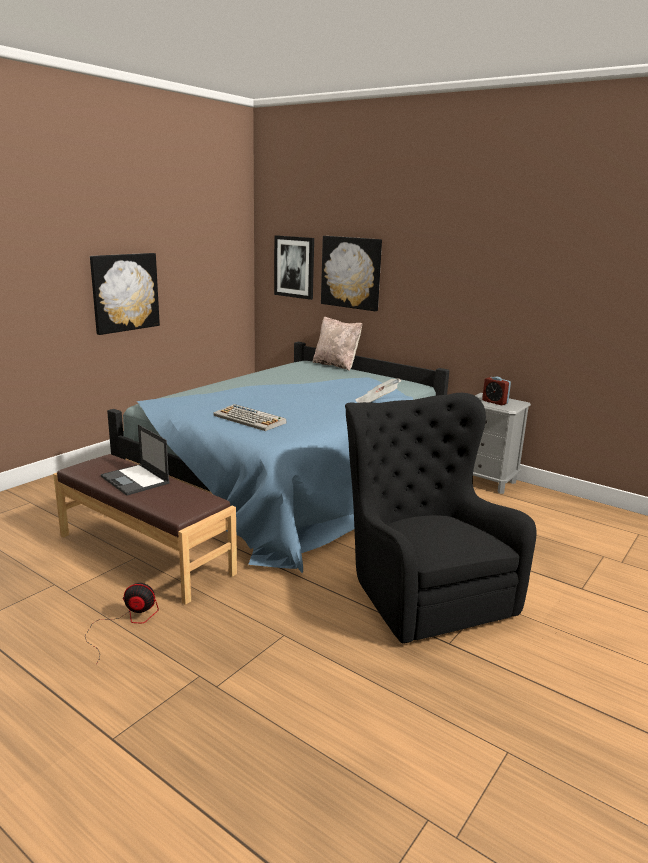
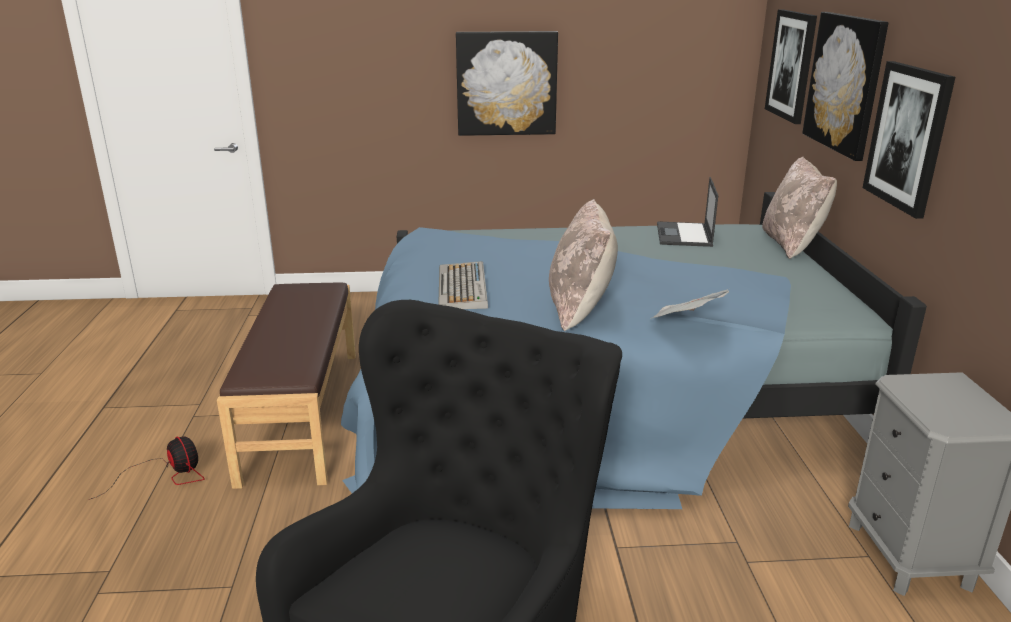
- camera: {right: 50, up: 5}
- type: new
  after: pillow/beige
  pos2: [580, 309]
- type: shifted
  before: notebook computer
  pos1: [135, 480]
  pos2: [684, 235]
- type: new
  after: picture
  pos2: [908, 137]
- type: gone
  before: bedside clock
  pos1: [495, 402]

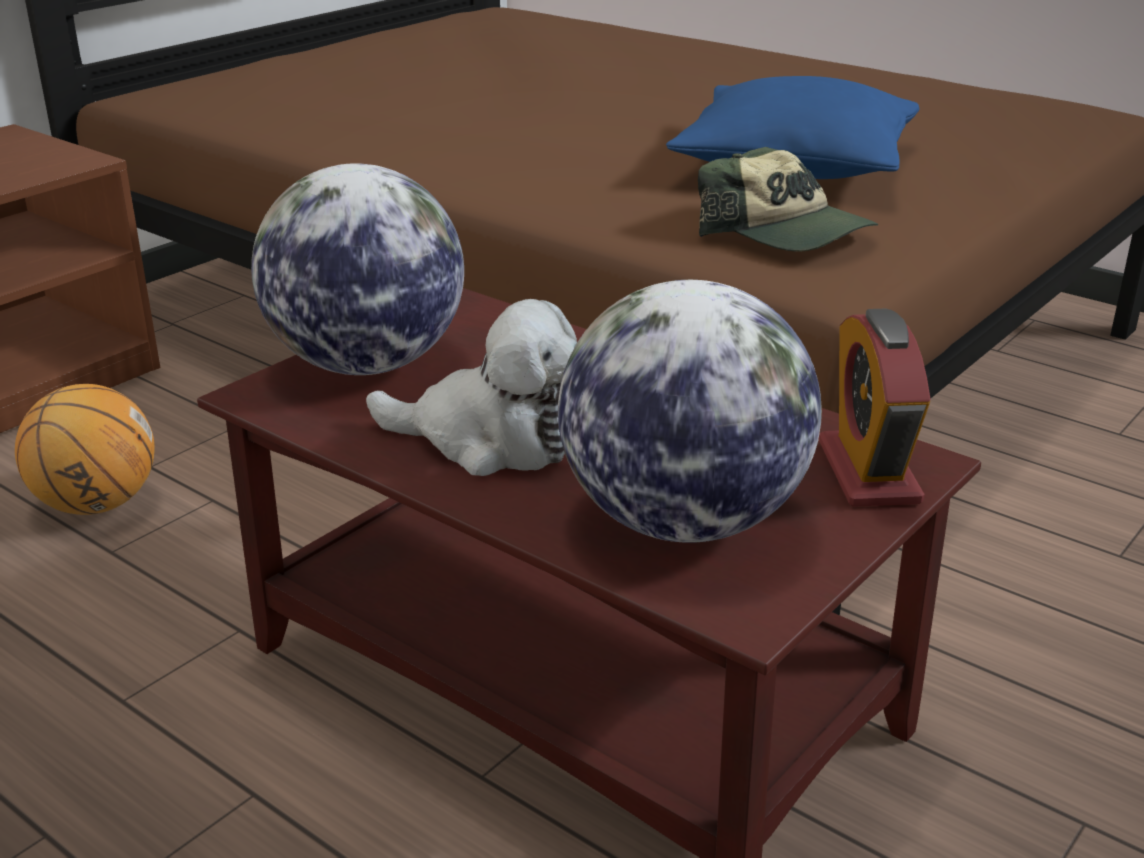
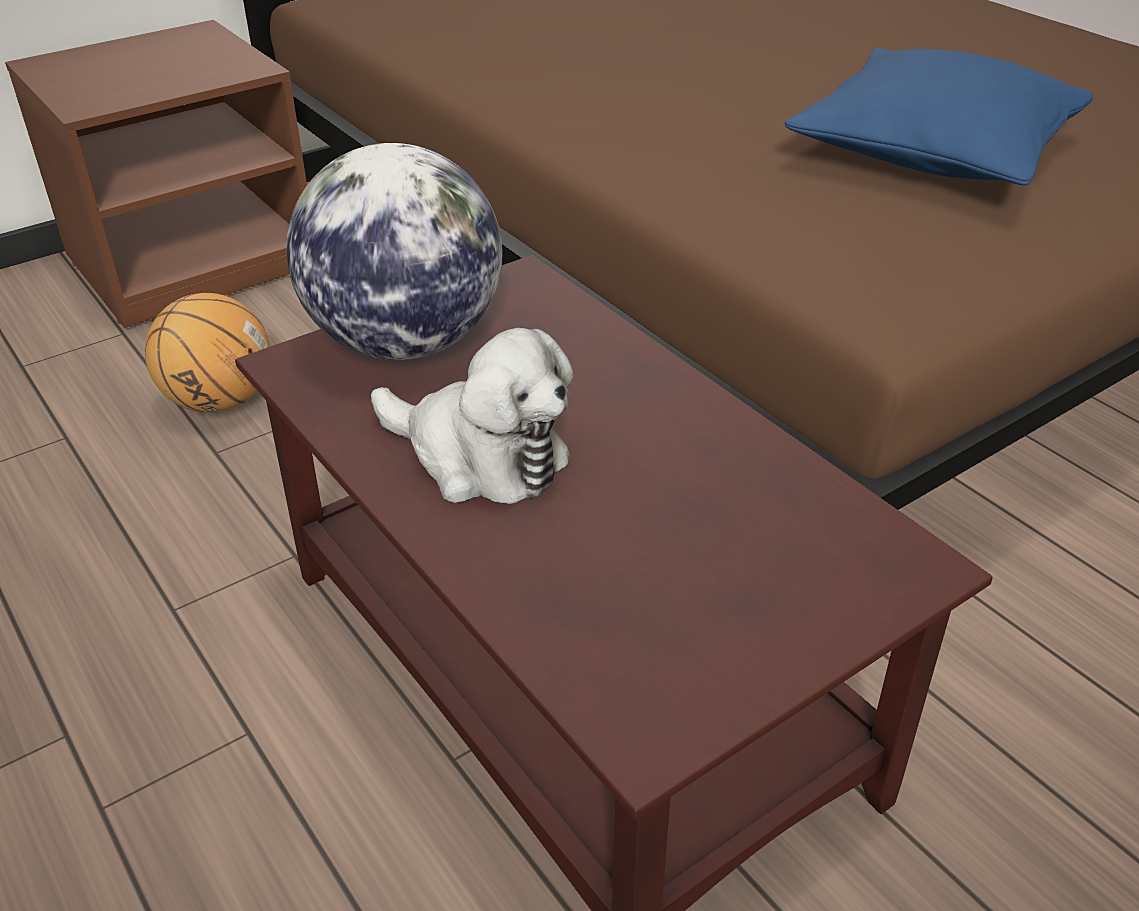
- camera: {right: 15, up: 10}
- type: gone
  before: globe
  pos1: [682, 521]
- type: gone
  before: peaked cap
  pos1: [786, 233]
- type: gone
  before: bedside clock
  pos1: [868, 472]

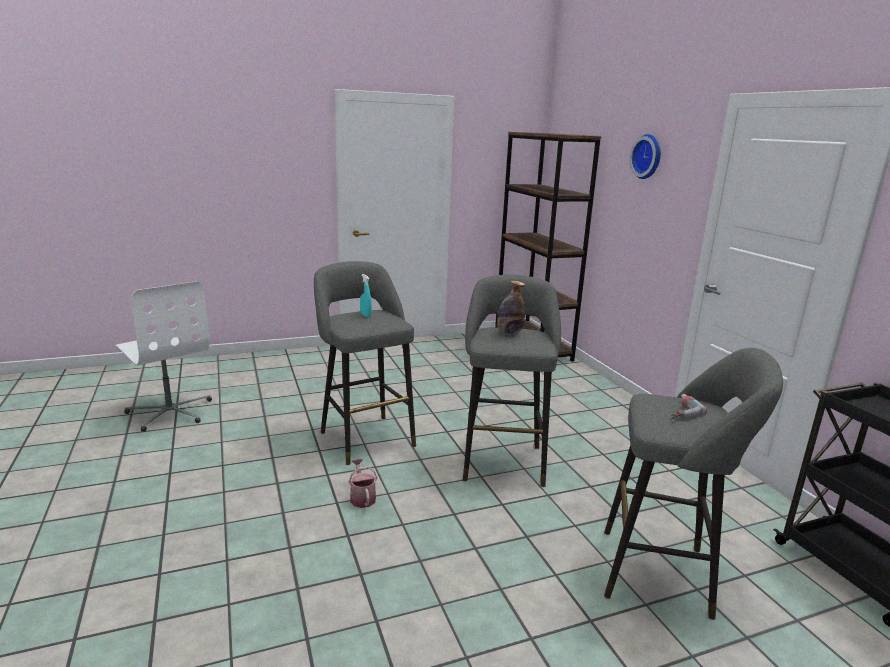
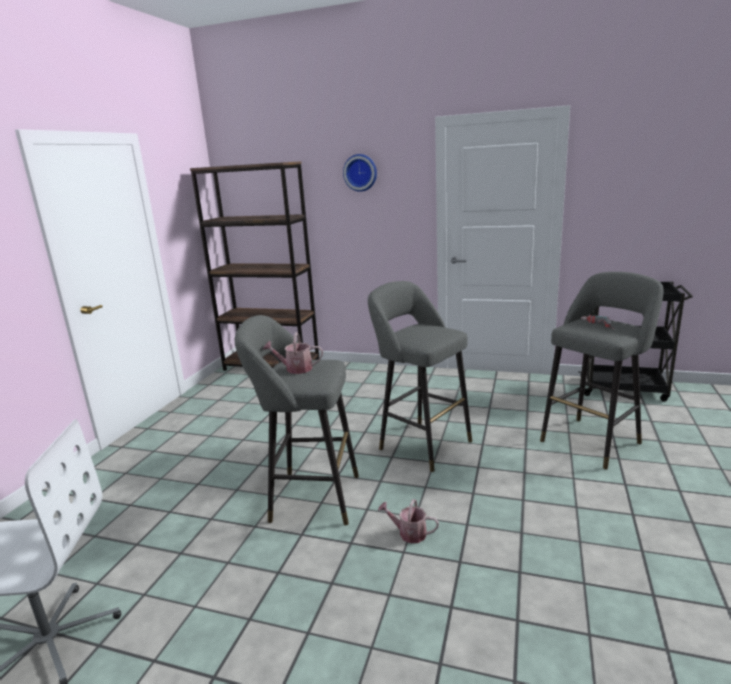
- camera: {right: -50, up: 0}
- type: swapped
  before: spray bottle/turquoise
  after: sprinkling can
  pos1: [365, 315]
  pos2: [295, 369]
- type: gone
  before: beverage bottle
  pos1: [509, 333]

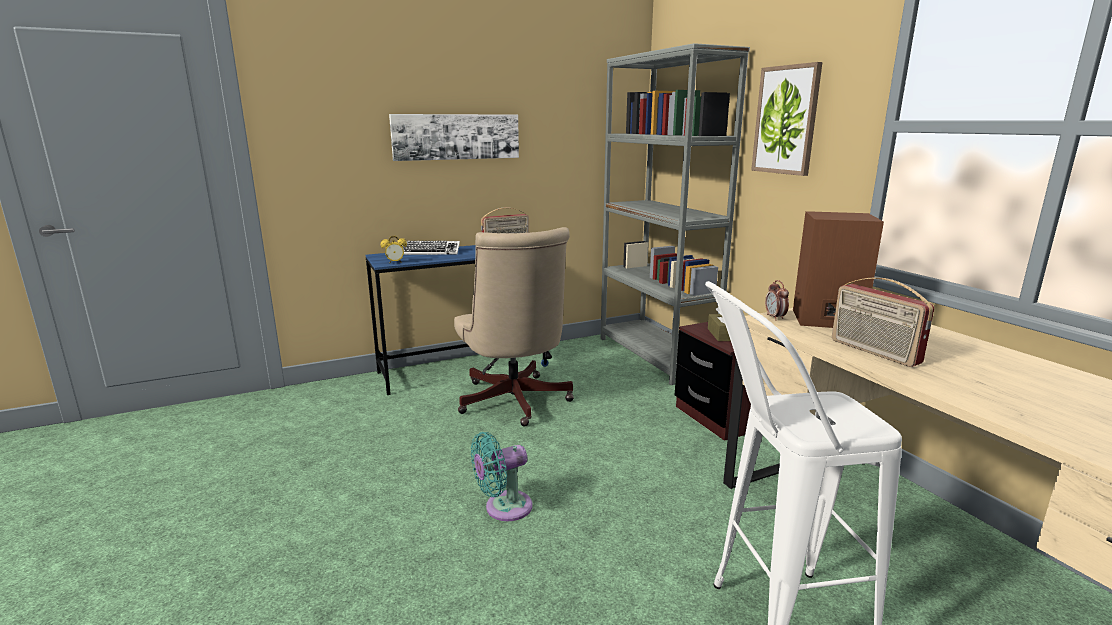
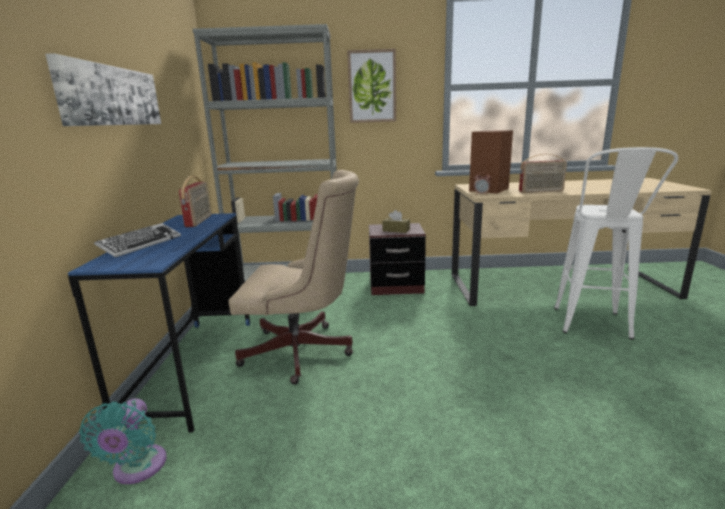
- camera: {right: -65, up: 0}
- type: shifted
  before: cooling fan/turquoise
  pos1: [503, 508]
  pos2: [137, 469]
- type: gone
  before: bedside clock
  pos1: [395, 262]

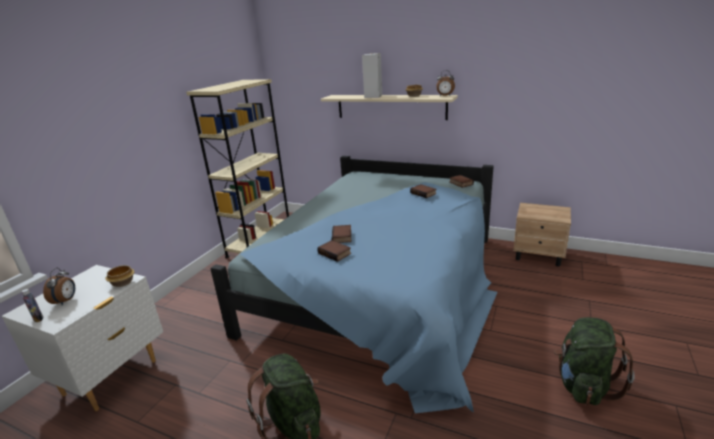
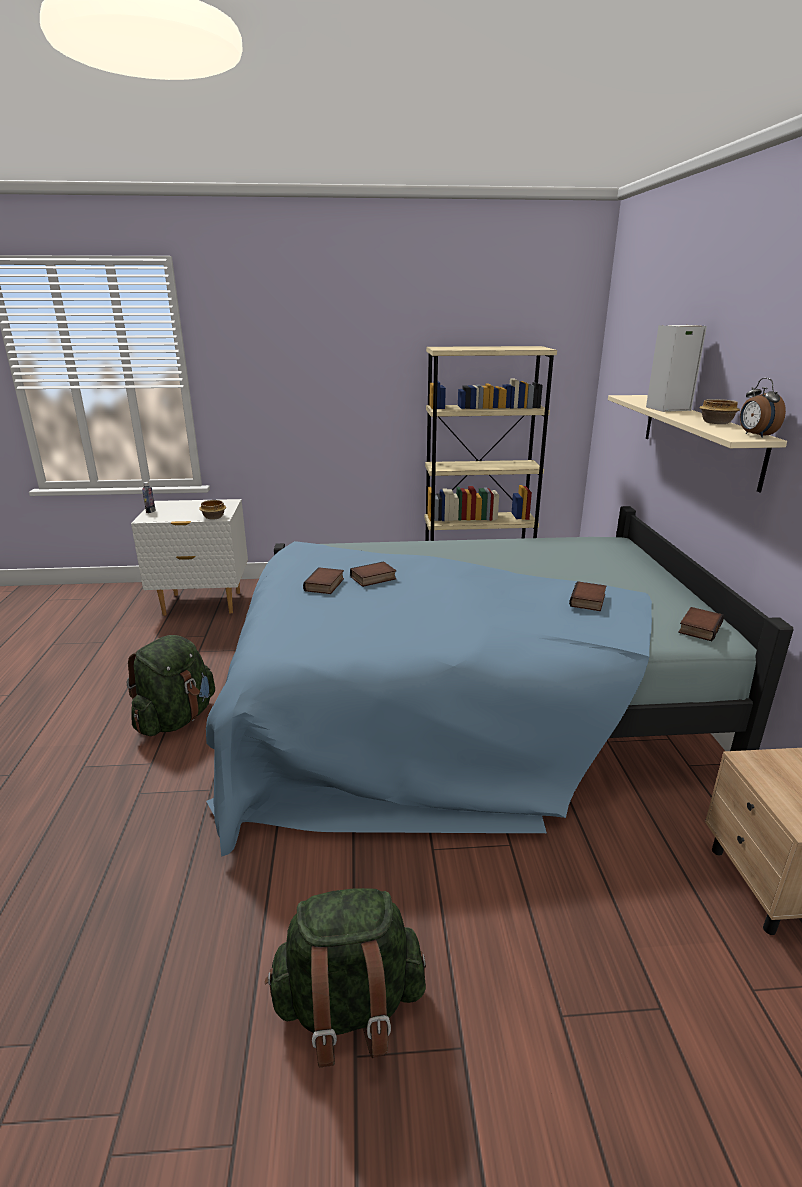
- camera: {right: 60, up: 0}
- type: gone
  before: bedside clock
  pos1: [66, 301]

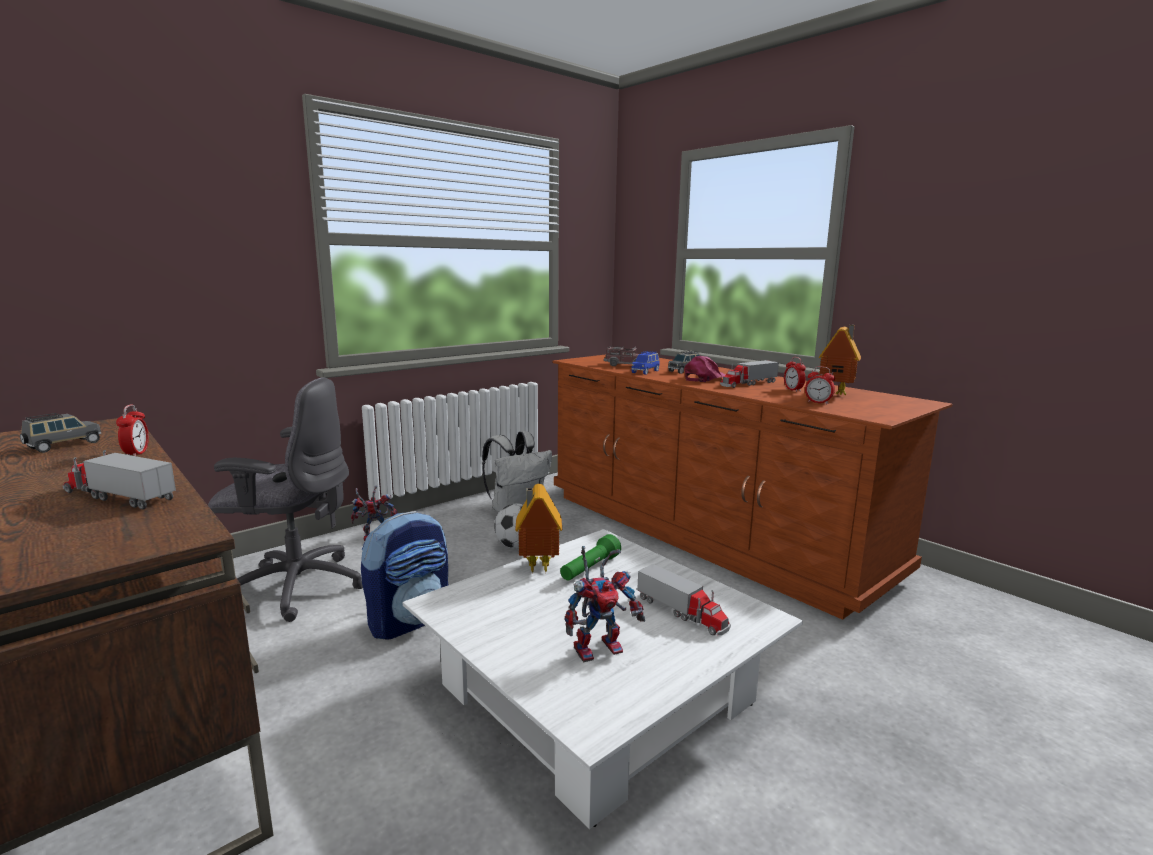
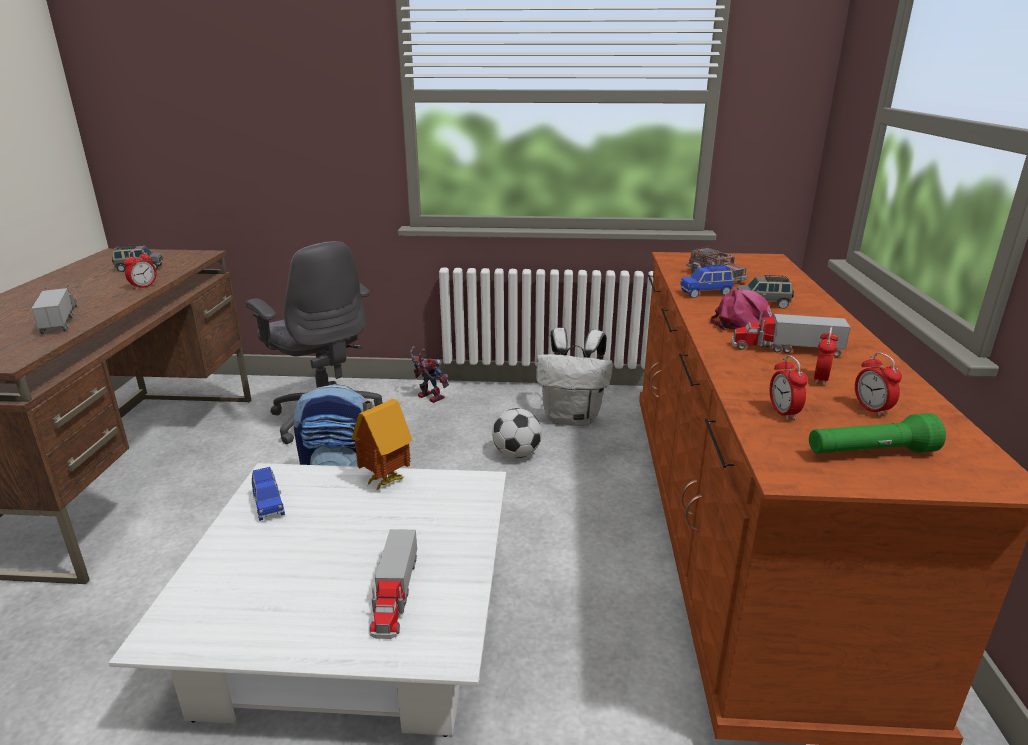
- camera: {right: 45, up: 10}
- type: new
  after: model car/bluish
  pos2: [268, 505]
- type: shifted
  before: torch/greenish
  pos1: [589, 569]
  pos2: [870, 453]
- type: swapped
  before: toy house
  after: bedside clock
  pos1: [837, 394]
  pos2: [871, 409]
- type: gone
  before: model robot
  pos1: [600, 646]

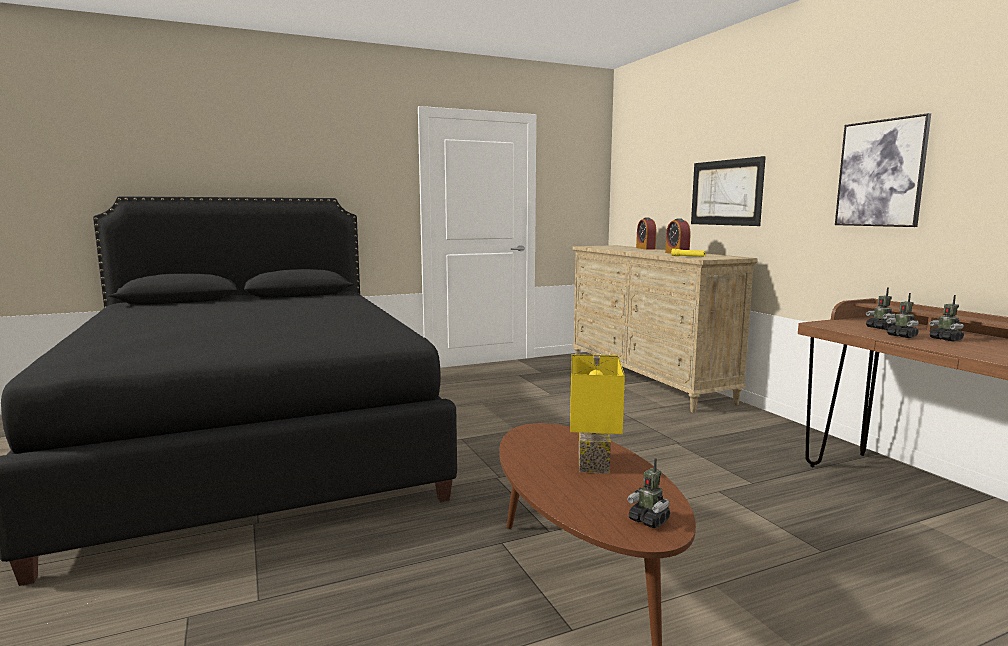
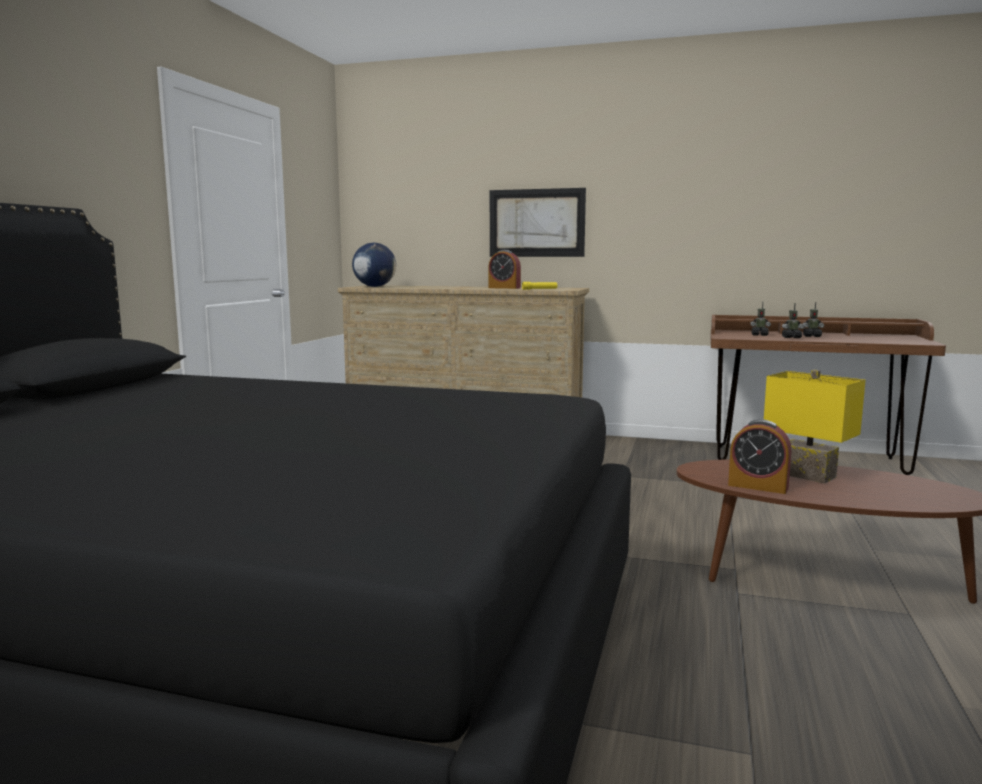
- camera: {right: -50, up: 0}
- type: new
  after: globe
  pos2: [374, 286]
- type: shifted
  before: bedside clock
  pos1: [645, 248]
  pos2: [758, 486]
- type: gone
  before: model robot
  pos1: [649, 520]
- type: gone
  before: picture
  pos1: [881, 173]

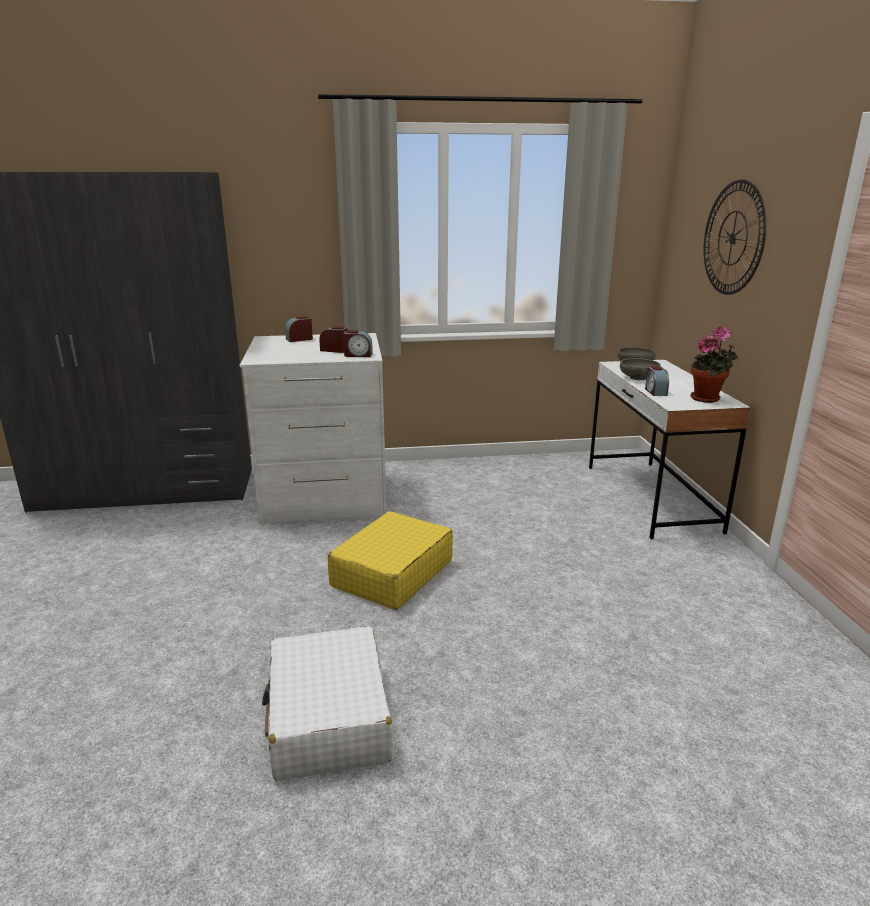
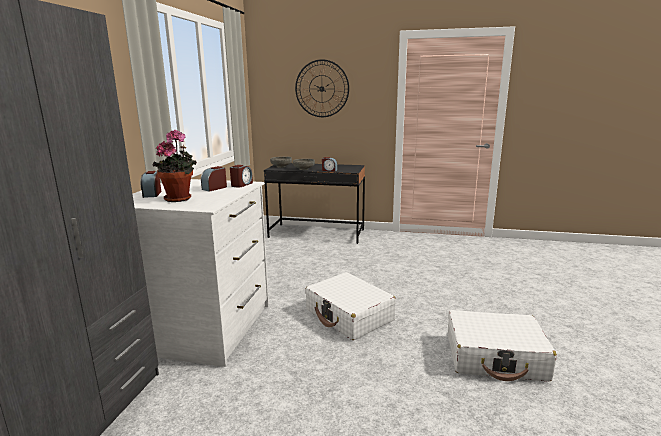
- camera: {right: -70, up: -5}
- type: shifted
  before: plant in a pot
  pos1: [708, 399]
  pos2: [180, 198]
- type: repainted
  before: desk table/whitish
  after: desk table/black
  pos1: [650, 498]
  pos2: [317, 234]
- type: repainted
  before: suitcase/yellow
  after: suitcase/whitish
  pos1: [392, 573]
  pos2: [349, 315]

